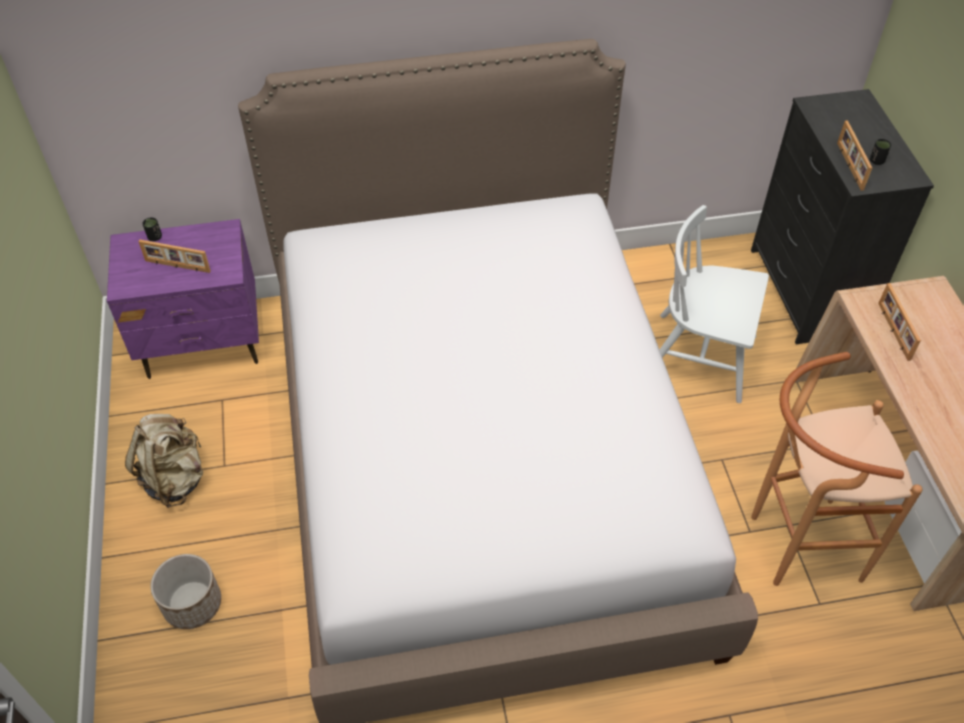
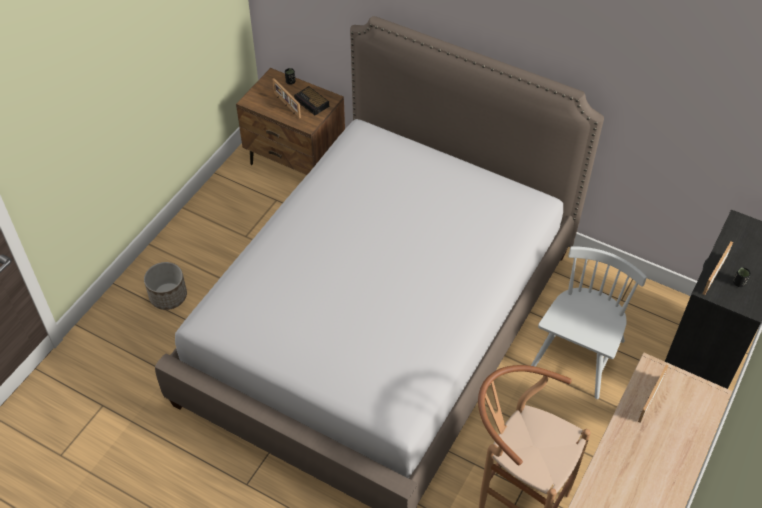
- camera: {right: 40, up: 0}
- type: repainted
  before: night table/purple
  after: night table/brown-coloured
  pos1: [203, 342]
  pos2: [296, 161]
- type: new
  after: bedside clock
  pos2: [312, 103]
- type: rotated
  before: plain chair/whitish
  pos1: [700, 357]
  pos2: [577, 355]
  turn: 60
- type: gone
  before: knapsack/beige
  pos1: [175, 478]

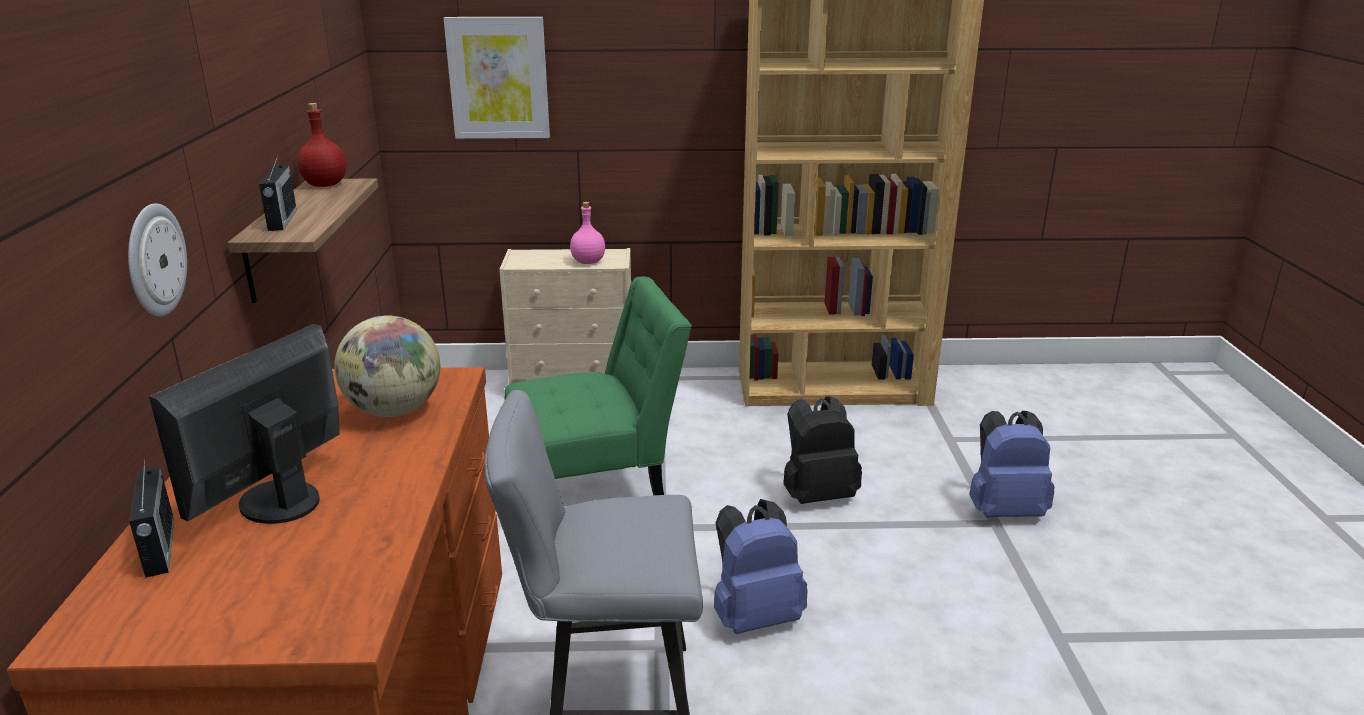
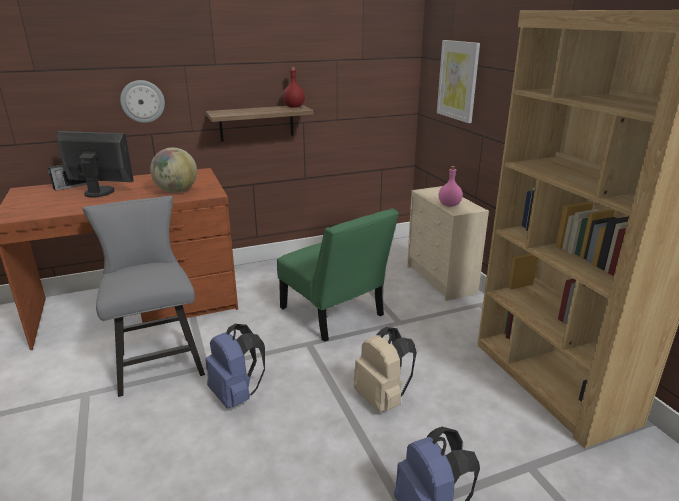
- camera: {right: 70, up: 0}
- type: repainted
  before: knapsack/black
  after: knapsack/beige
  pos1: [817, 494]
  pos2: [382, 399]
- type: gone
  before: radio receiver
  pos1: [282, 220]

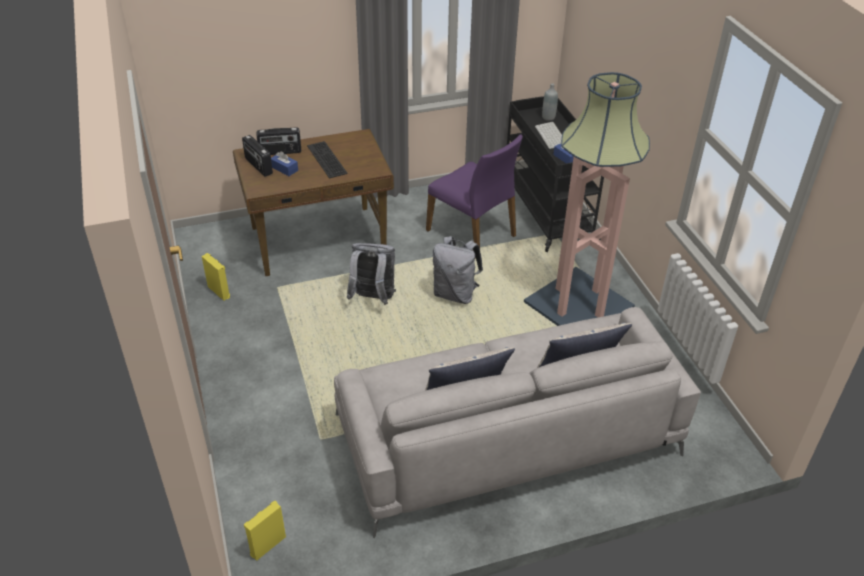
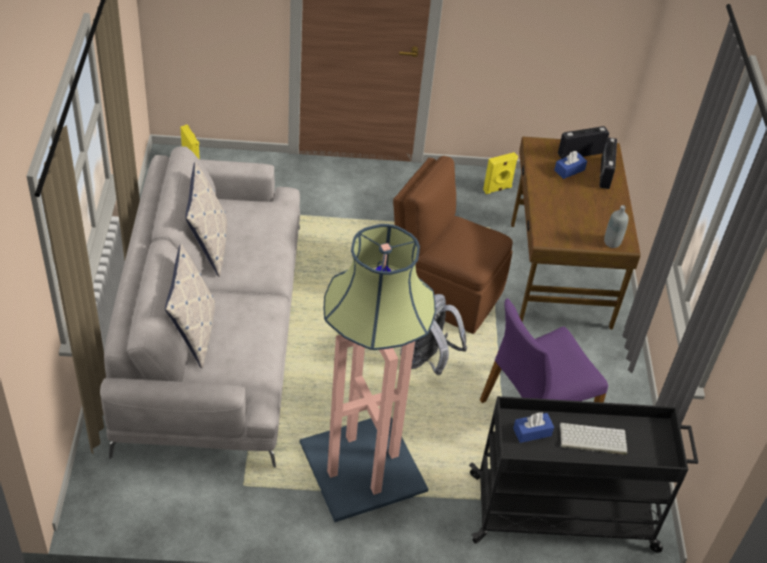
- camera: {right: 105, up: 5}
- type: swapped
  before: knapsack/grey
  after: plain chair/brown-coloured
  pos1: [372, 298]
  pos2: [445, 292]
- type: shifted
  before: beverage bottle/grey
  pos1: [548, 117]
  pos2: [612, 242]
- type: gone
  before: PC keyboard
  pos1: [325, 159]

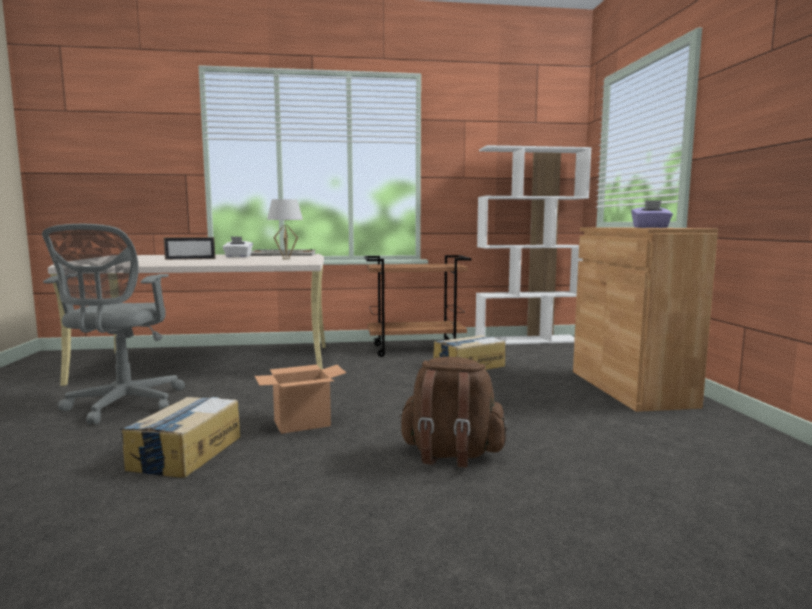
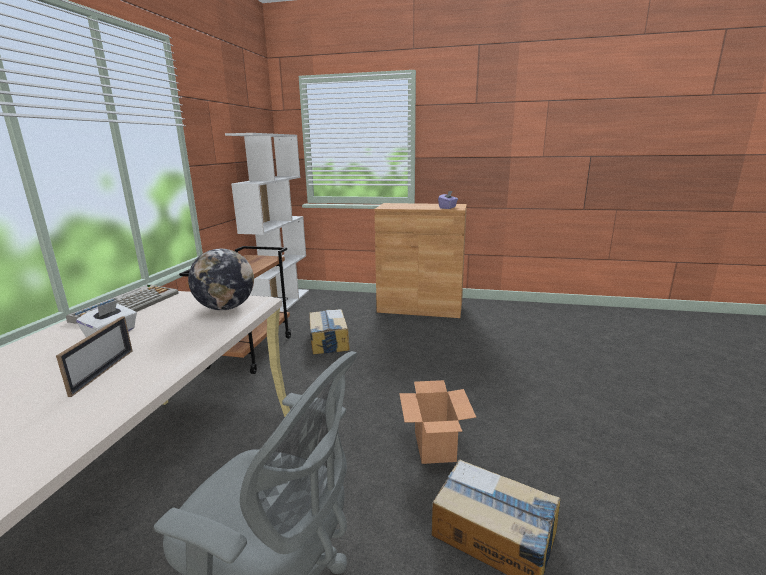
- camera: {right: -70, up: 10}
- type: swapped
  before: lamp for a table/whitish
  after: globe
  pos1: [286, 259]
  pos2: [226, 308]
- type: gone
  before: knapsack/brown-coloured
  pos1: [451, 455]

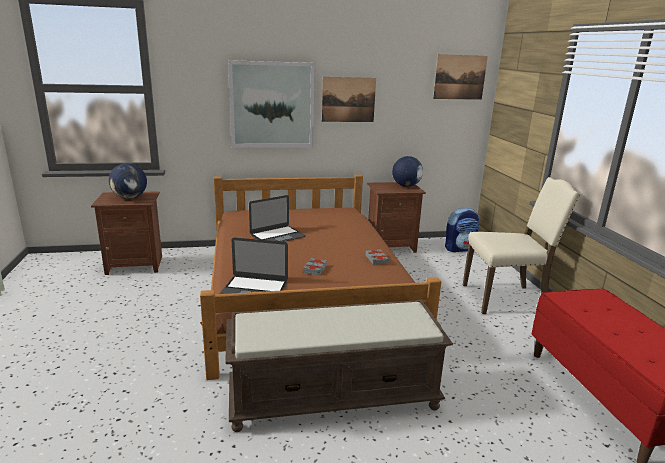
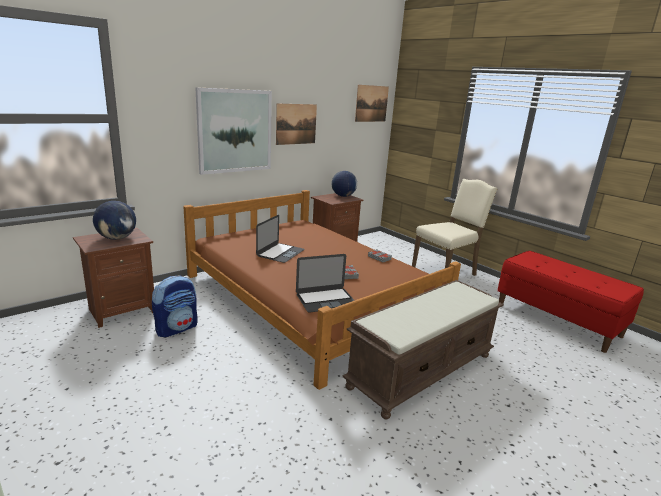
- camera: {right: -30, up: 0}
- type: shifted
  before: knapsack
  pos1: [460, 248]
  pos2: [177, 328]

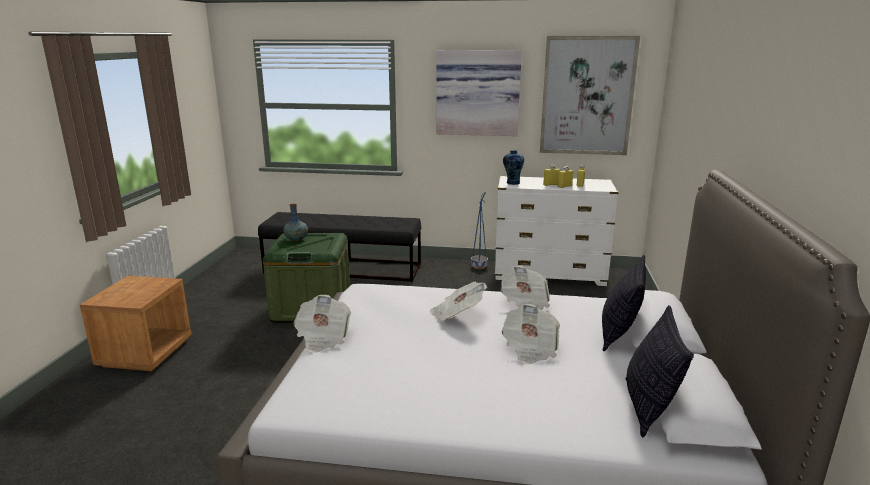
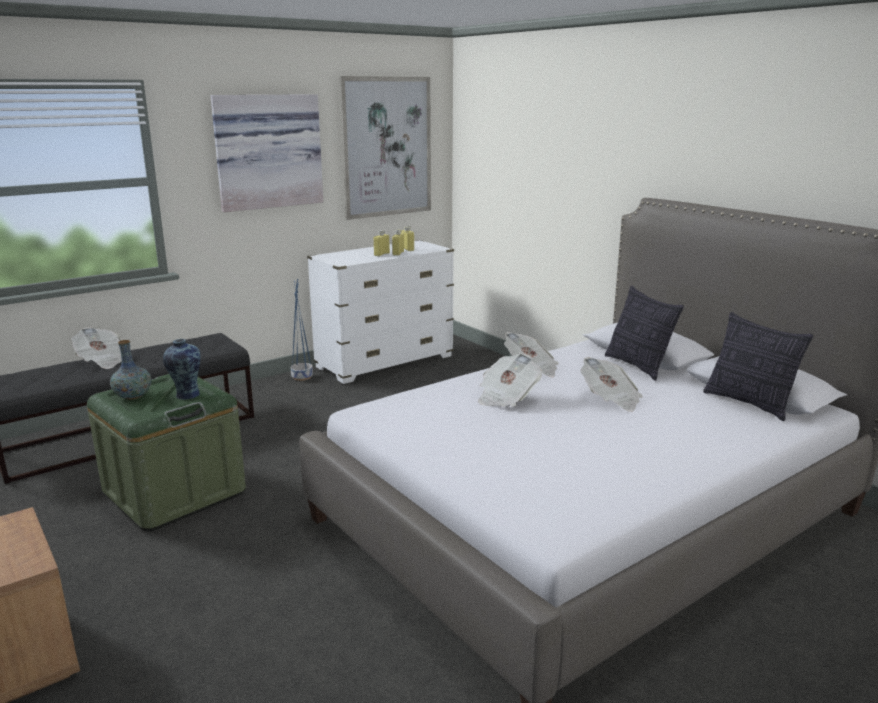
- camera: {right: -45, up: 0}
- type: shifted
  before: printed paper
  pos1: [322, 338]
  pos2: [103, 361]
- type: shifted
  before: vase
  pos1: [512, 183]
  pos2: [186, 395]

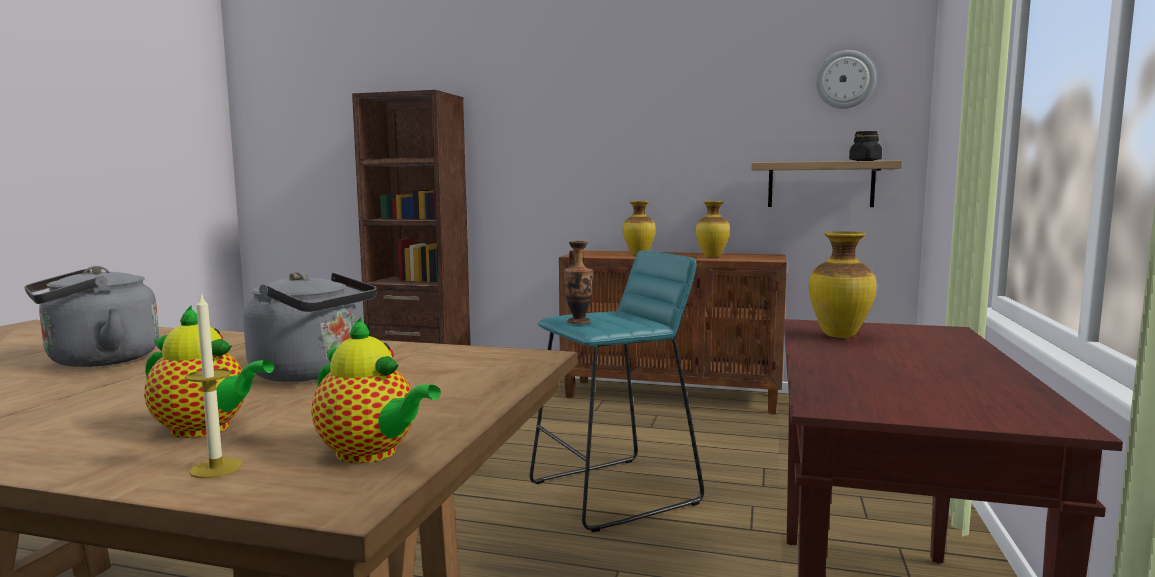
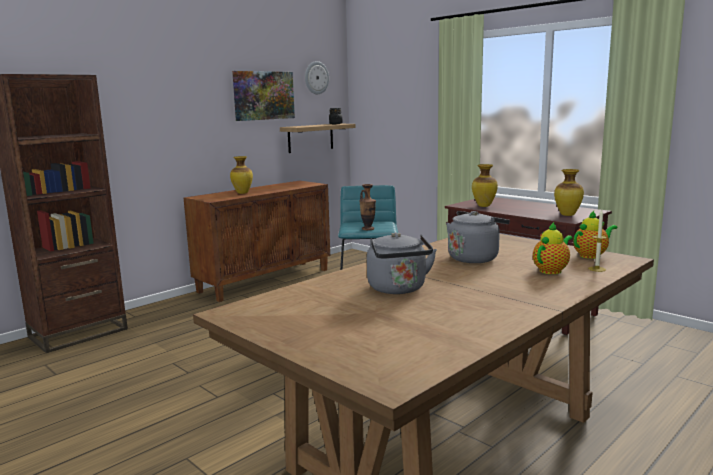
- camera: {right: -60, up: 5}
- type: new
  after: picture
  pos2: [263, 95]
- type: shifted
  before: vase
  pos1: [711, 256]
  pos2: [567, 215]

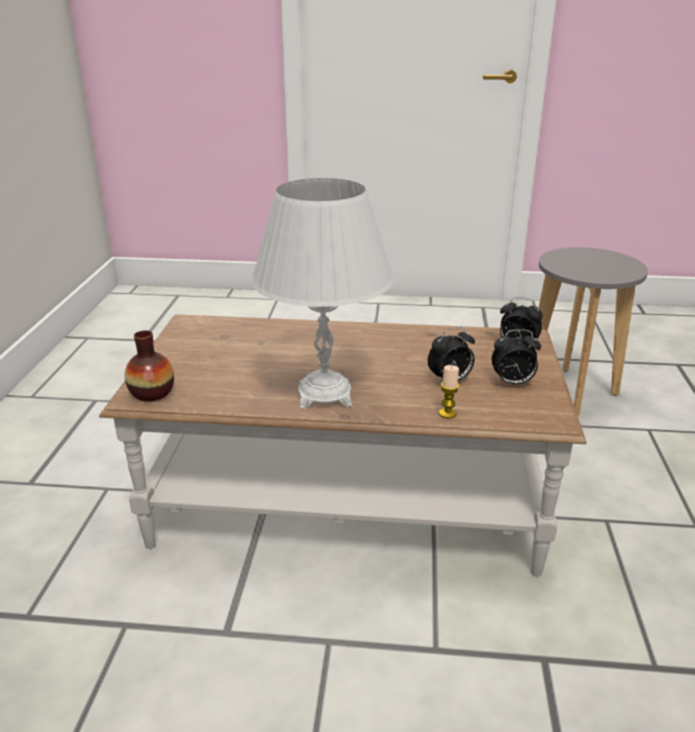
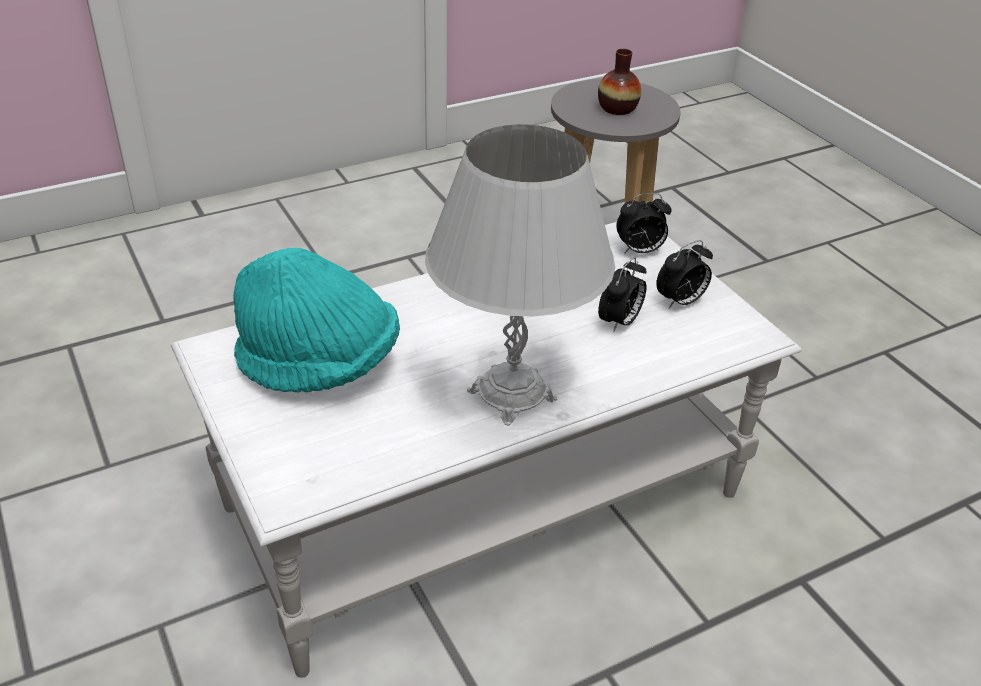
- camera: {right: -35, up: 10}
- type: repainted
  before: lounge table/brown-coloured
  after: lounge table/whitish
  pos1: [347, 502]
  pos2: [484, 500]
- type: new
  after: hat/turquoise
  pos2: [319, 365]
- type: shifted
  before: vase
  pos1: [152, 393]
  pos2: [617, 108]
- type: gone
  before: candle
  pos1: [447, 413]

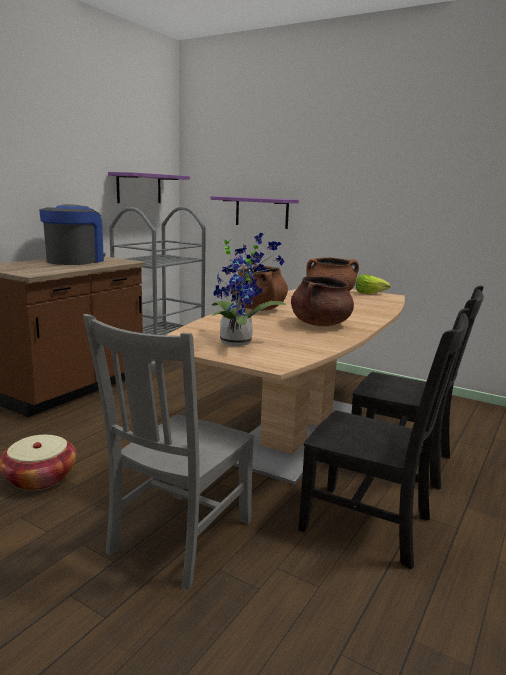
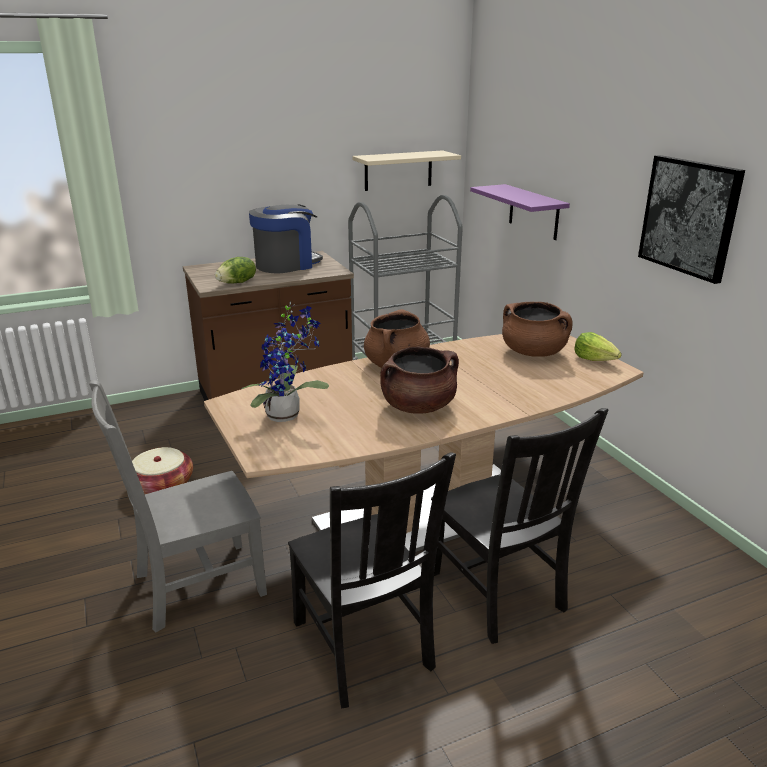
- camera: {right: 35, up: 10}
- type: new
  after: lettuce
  pos2: [237, 283]
- type: repainted
  before: bracket shelf/purple
  after: bracket shelf/beige
  pos1: [139, 188]
  pos2: [398, 170]
- type: new
  after: picture
  pos2: [689, 217]

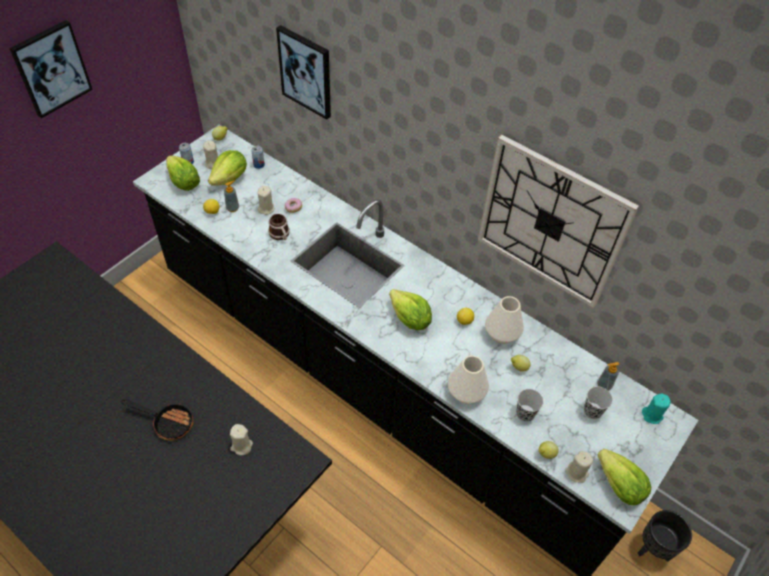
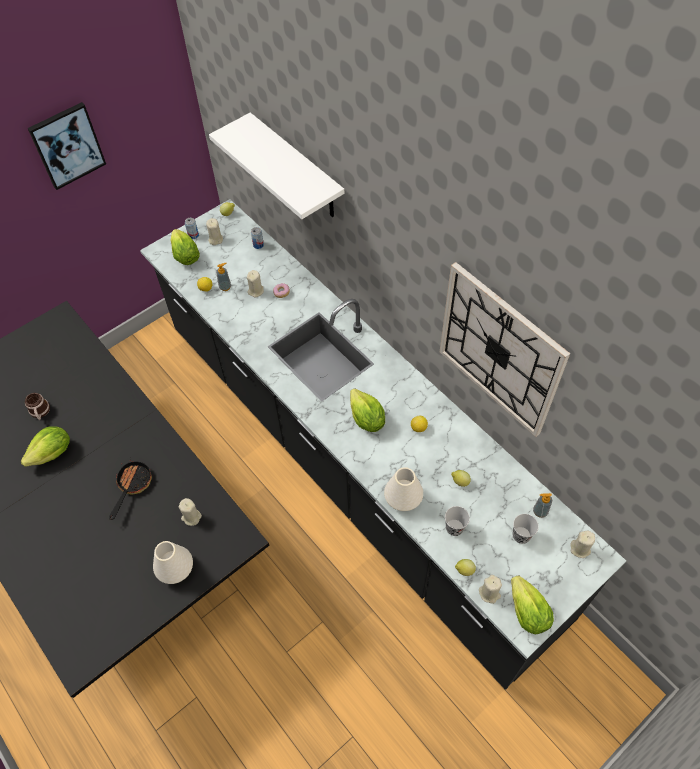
- camera: {right: 15, up: 5}
- type: shifted
  before: lettuce
  pos1: [230, 178]
  pos2: [53, 454]
- type: shifted
  before: mug
  pos1: [280, 235]
  pos2: [40, 412]
- type: rotated
  before: pan
  pos1: [168, 422]
  pos2: [132, 485]
  turn: -105
- type: shifted
  before: vase/whitish
  pos1: [501, 334]
  pos2: [176, 569]
- type: swapped
  before: picture
  after: bracket shelf/whitish
  pos1: [306, 72]
  pos2: [297, 168]
- type: repainted
  before: candle/turquoise
  after: candle/beige
  pos1: [652, 415]
  pos2: [580, 548]
- type: gone
  before: plant pot/black
  pos1: [653, 549]

